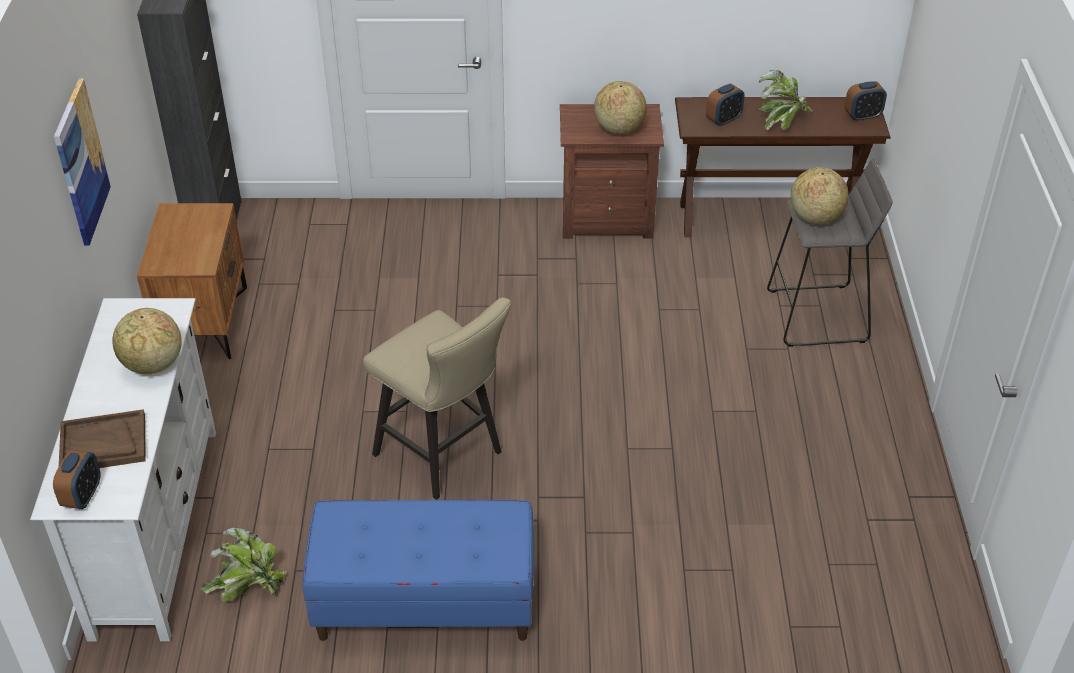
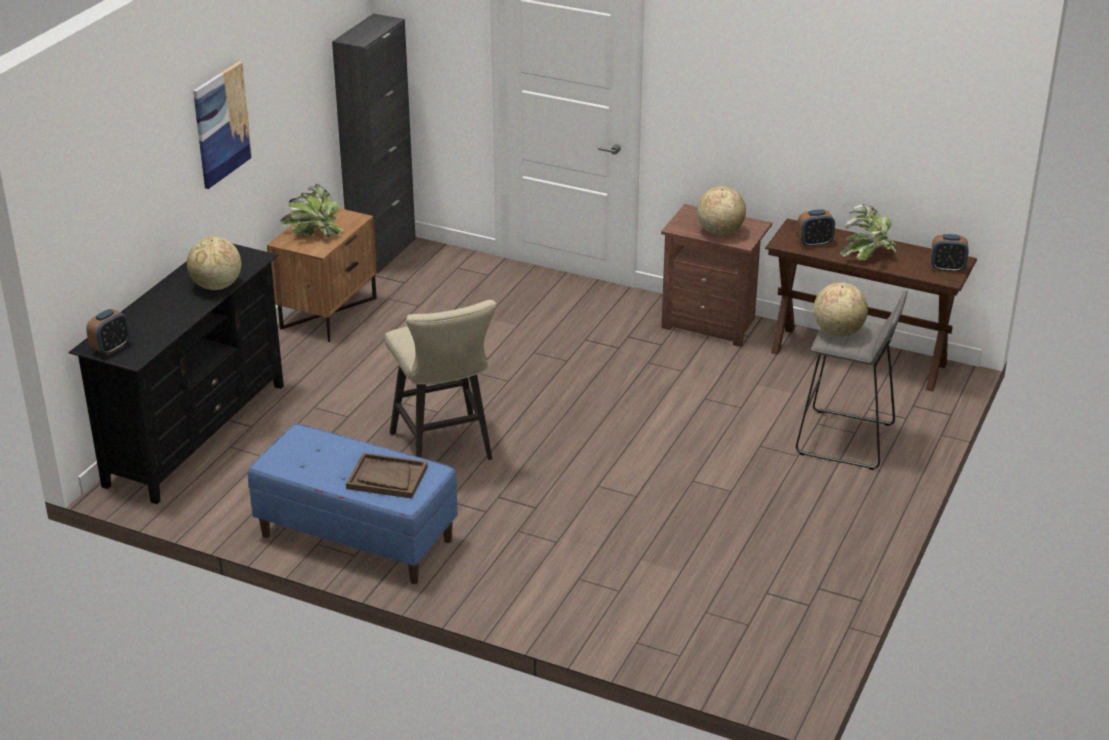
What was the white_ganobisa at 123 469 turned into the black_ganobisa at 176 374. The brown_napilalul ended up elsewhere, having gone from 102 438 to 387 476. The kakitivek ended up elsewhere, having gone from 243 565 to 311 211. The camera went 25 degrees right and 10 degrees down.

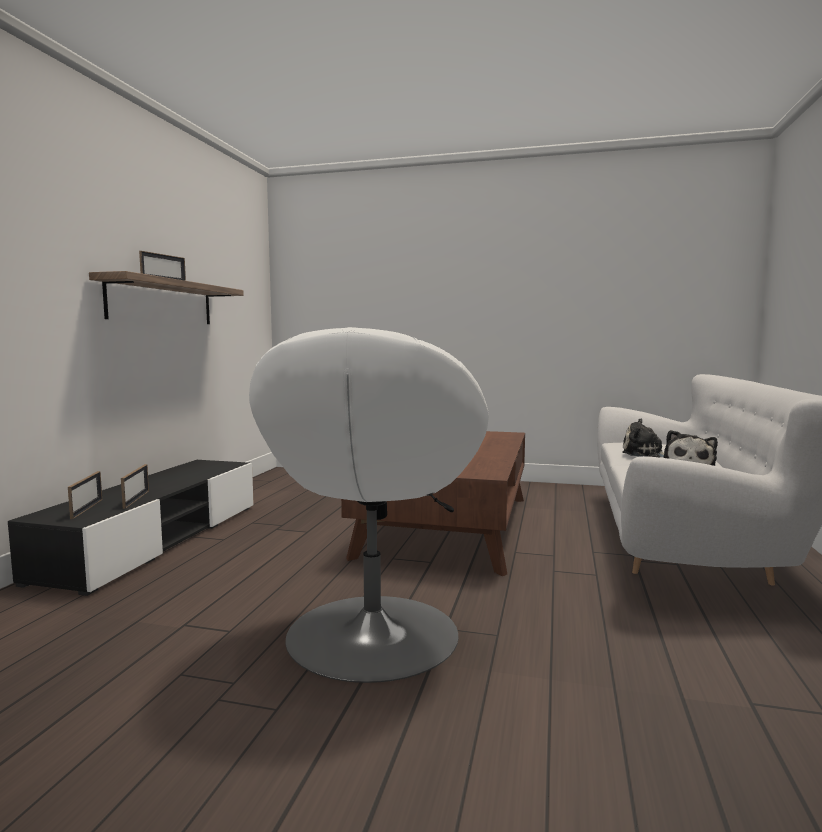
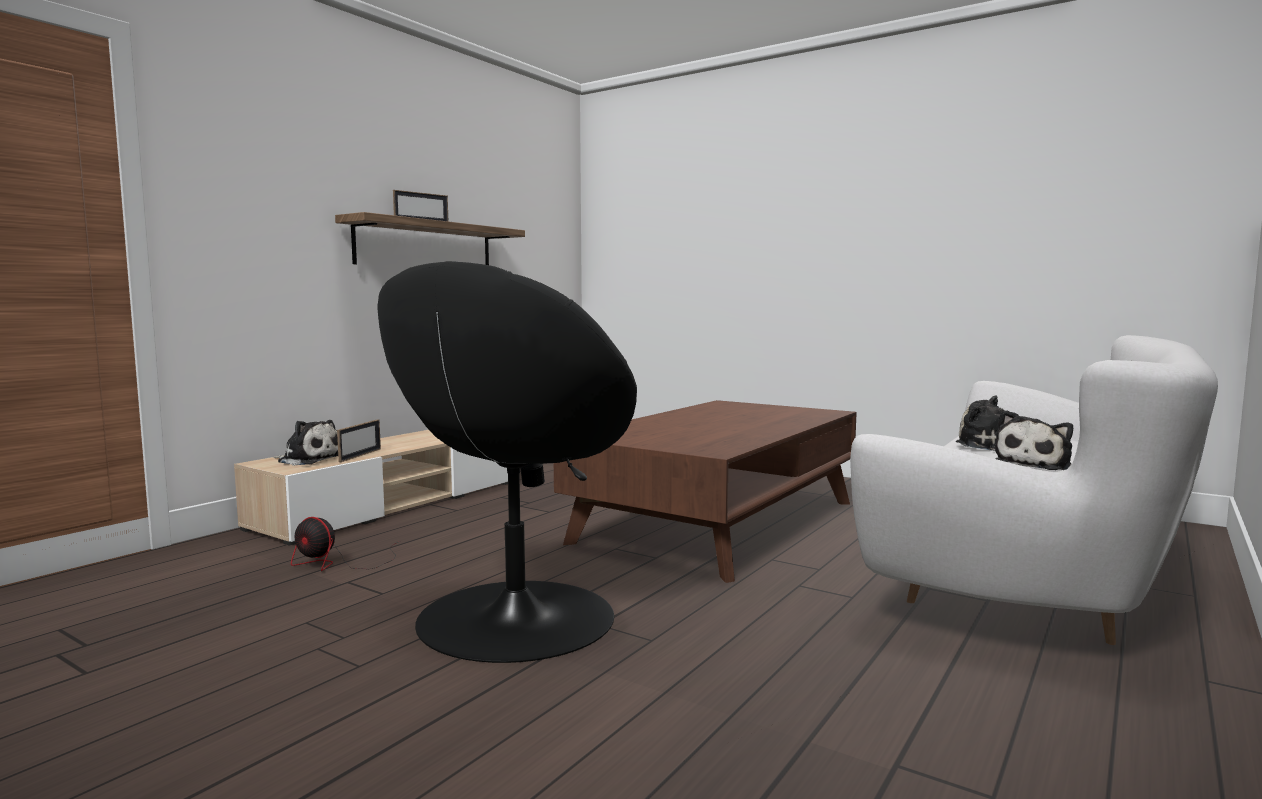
What was the black_ganobisa at 131 528 turned into the beige_ganobisa at 371 488. Where the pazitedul stood at 85 495, the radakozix came to stand at 305 442. What was the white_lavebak at 369 505 turned into the black_lavebak at 507 462. The second view gained the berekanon at 345 544. The camera went 20 degrees right and 0 degrees up.

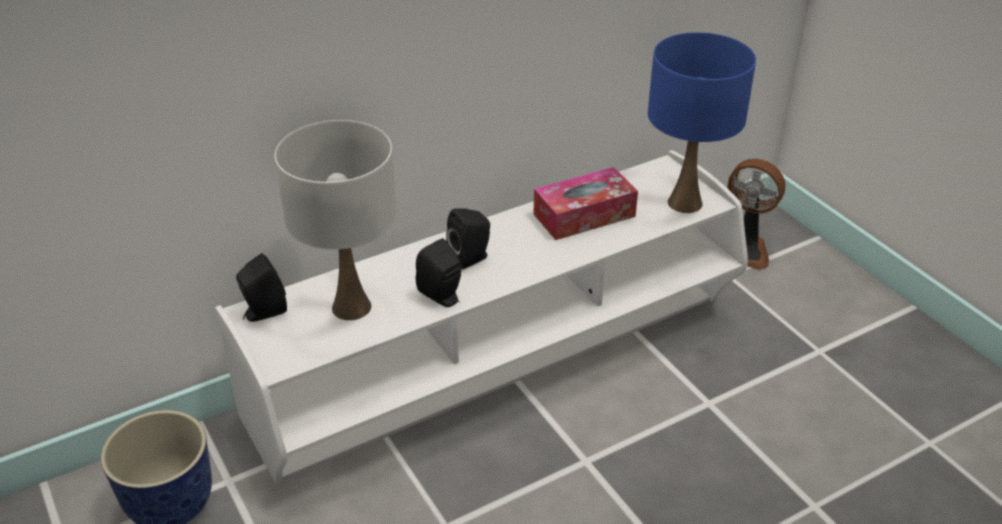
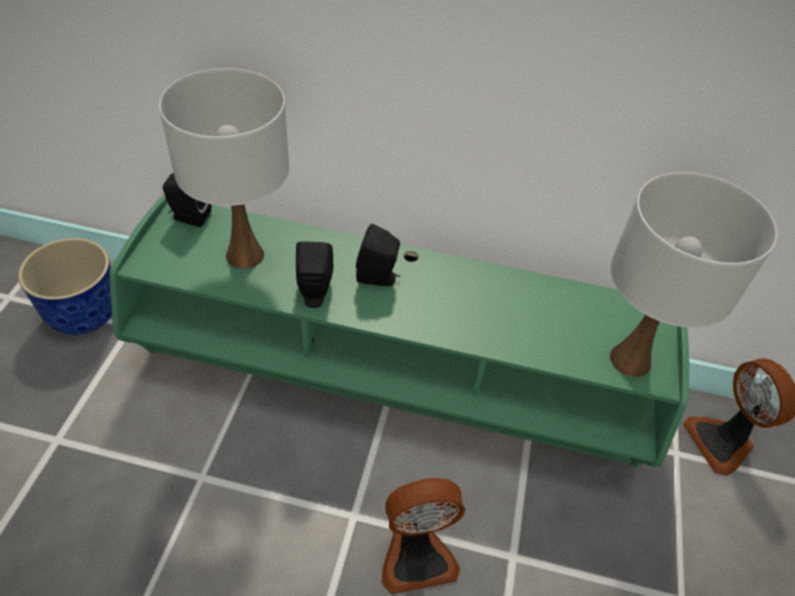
What was the white_ganobisa at 481 317 turned into the green_ganobisa at 399 330. The second view lost the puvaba at 585 203. What was the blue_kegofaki at 702 122 turned into the white_kegofaki at 693 274. The second view gained the berekanon at 423 536. The camera went 40 degrees right and 10 degrees up.

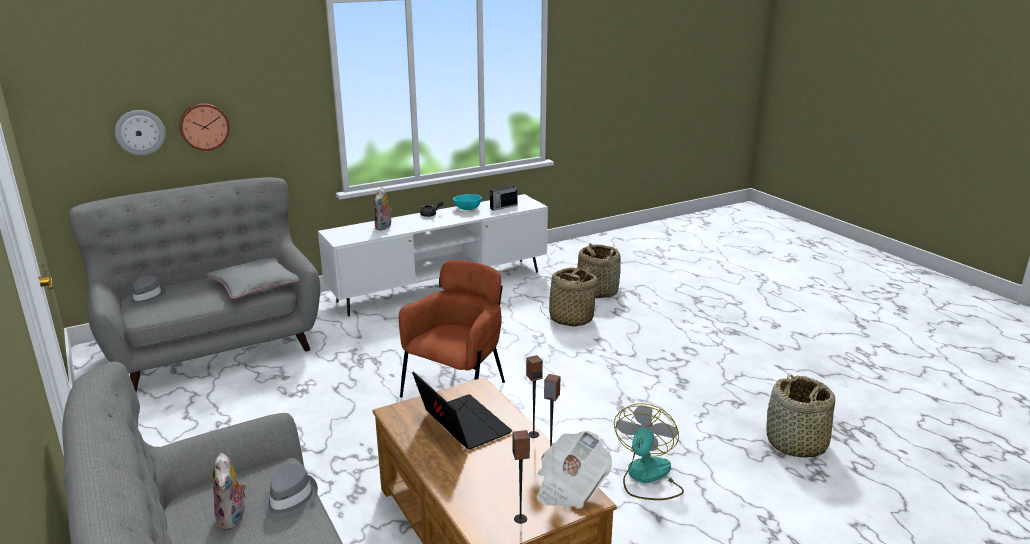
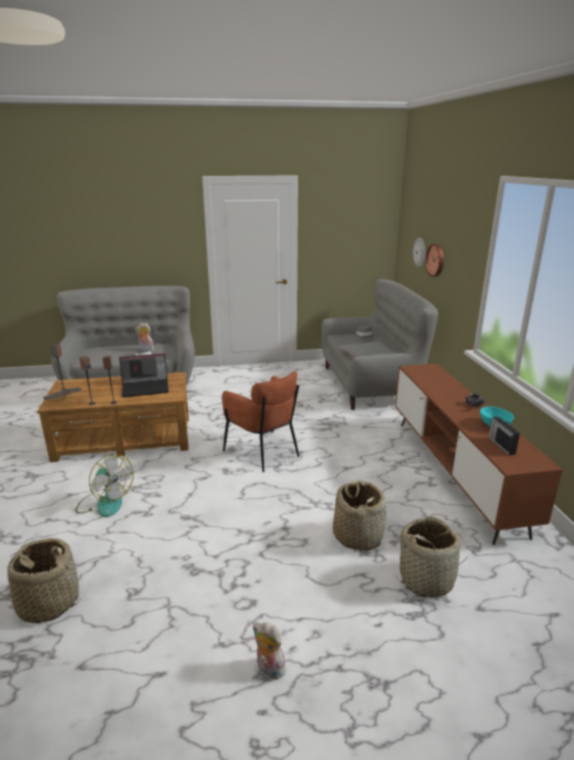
What was the white_ganobisa at 433 255 turned into the brown_ganobisa at 479 454. The radakozix ended up elsewhere, having gone from 383 209 to 269 651. The camera went 110 degrees right and 0 degrees up.

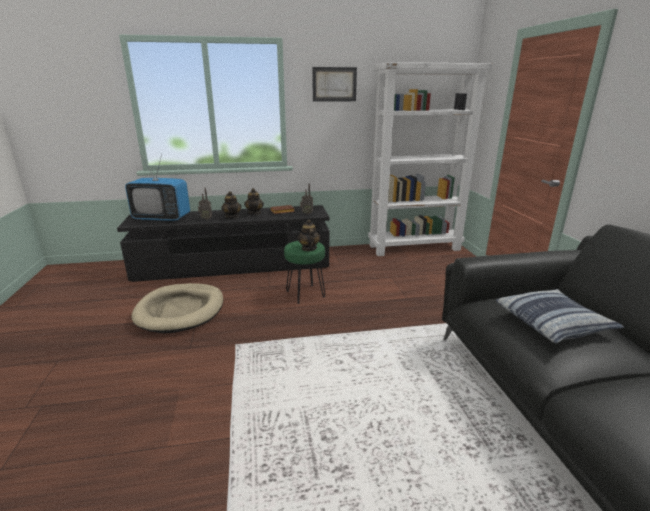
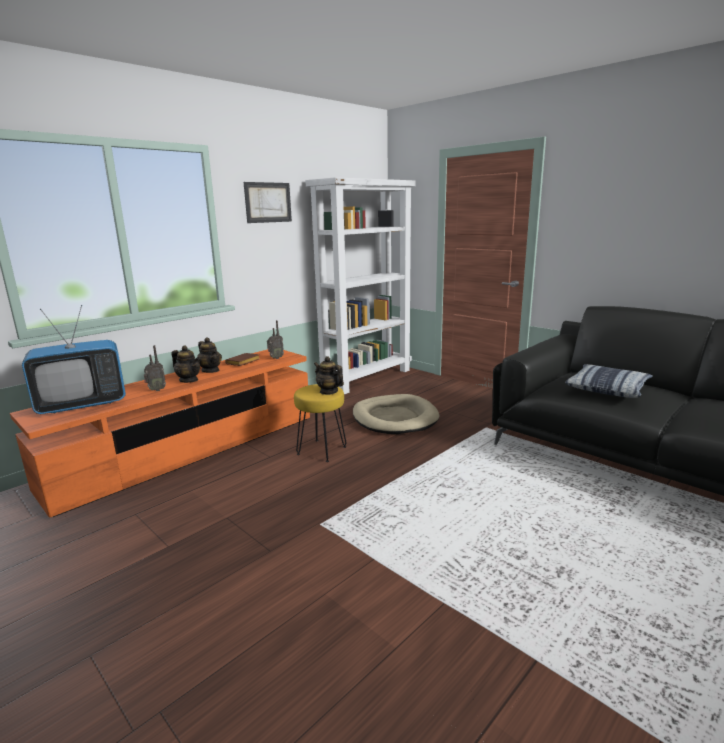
What was the black_ganobisa at 223 243 turned into the orange_ganobisa at 160 433. The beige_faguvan ended up elsewhere, having gone from 177 308 to 396 414. What was the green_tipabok at 304 272 turned into the yellow_tipabok at 320 423. The camera went 35 degrees left and 5 degrees down.

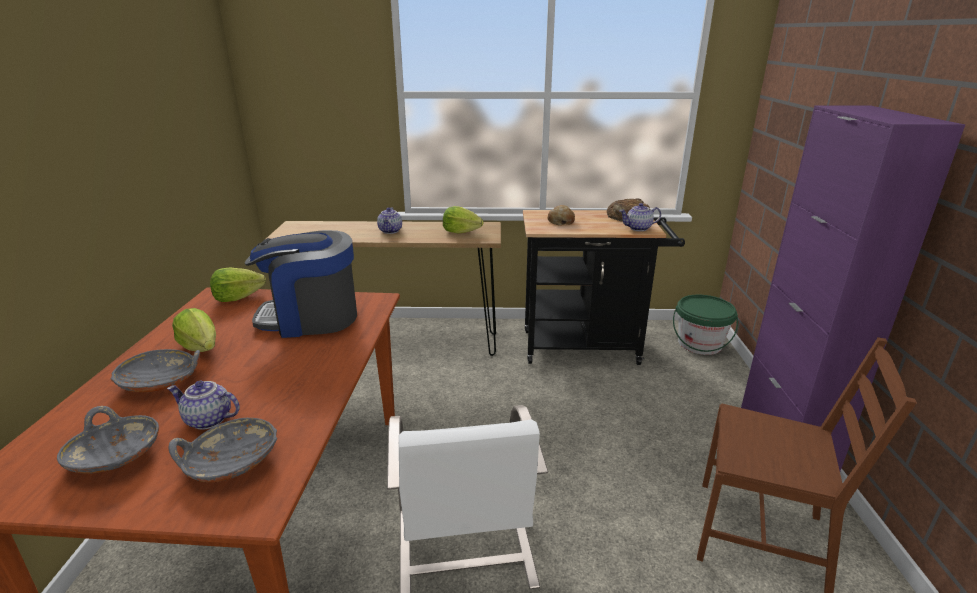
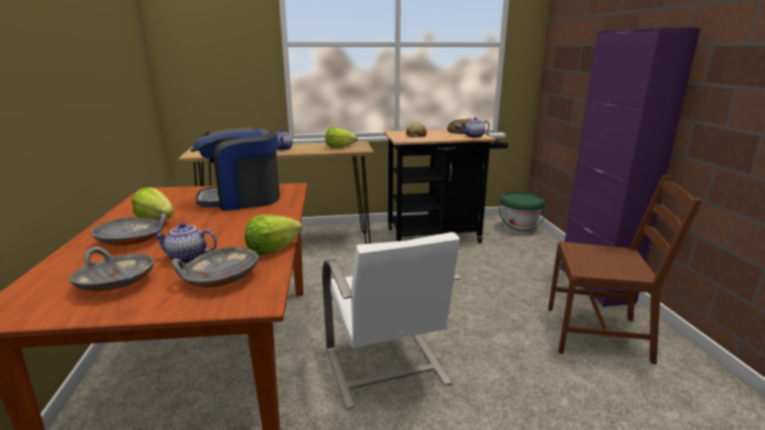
The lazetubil ended up elsewhere, having gone from 238 284 to 273 235. The camera went 10 degrees left and 5 degrees down.

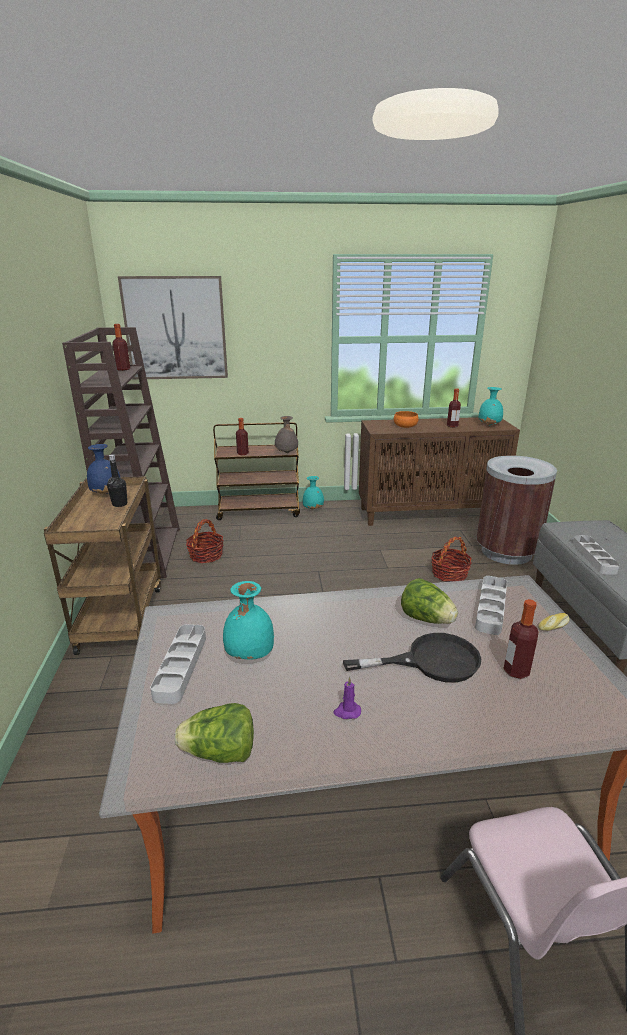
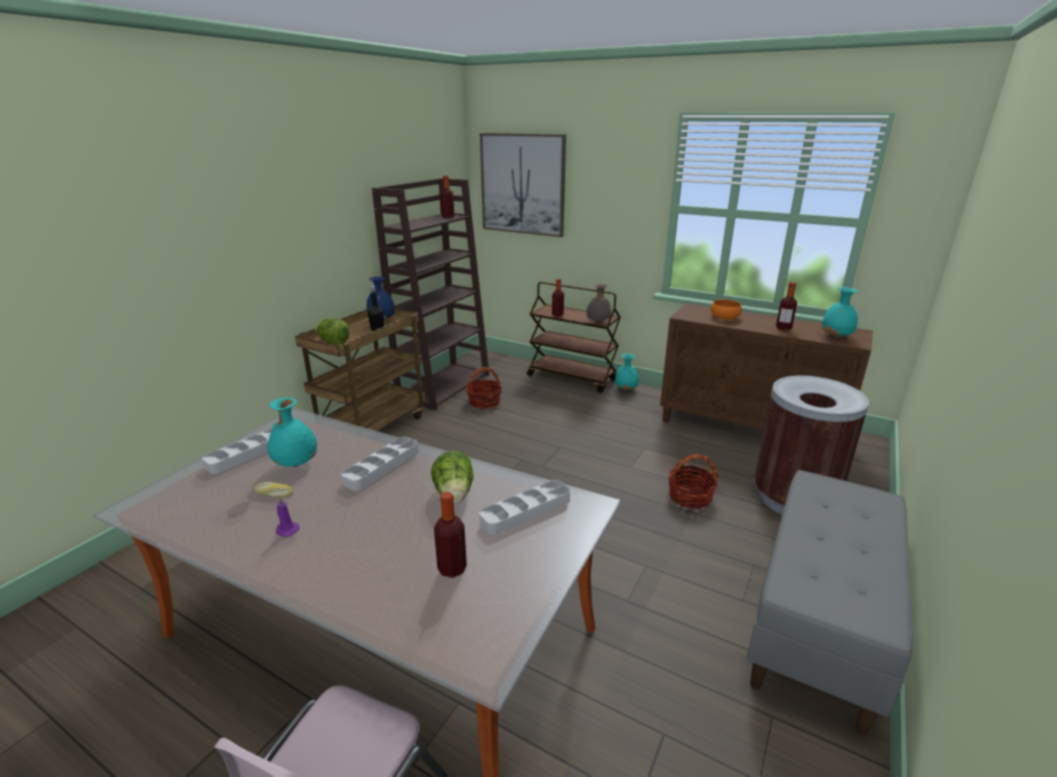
The lazetubil ended up elsewhere, having gone from 214 733 to 332 332. The second view lost the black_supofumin at 412 657. The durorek ended up elsewhere, having gone from 553 622 to 273 489. The grey_napilalul ended up elsewhere, having gone from 596 555 to 380 464. The camera went 35 degrees right and 0 degrees up.

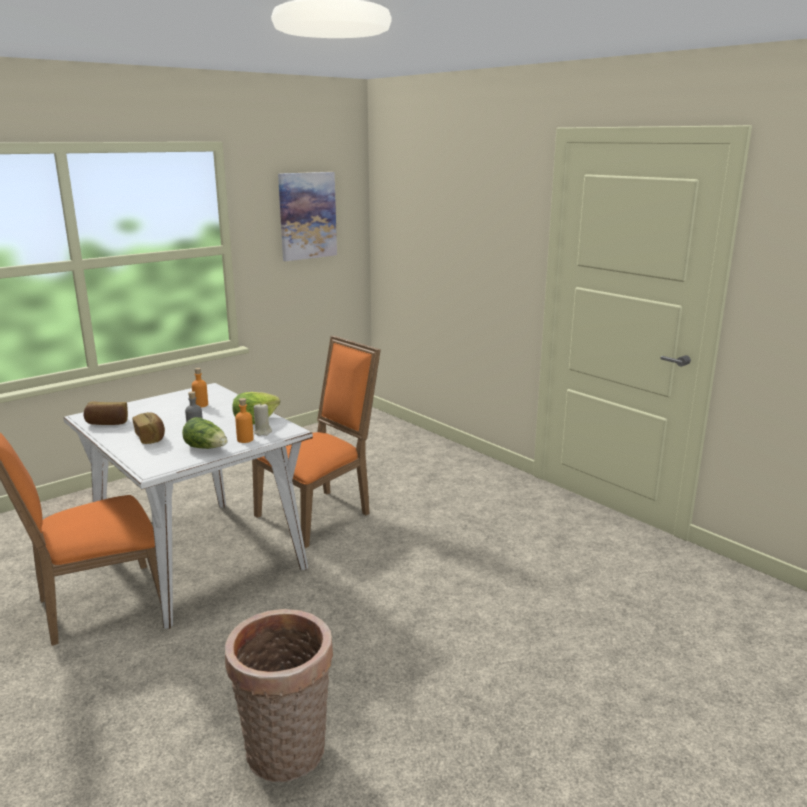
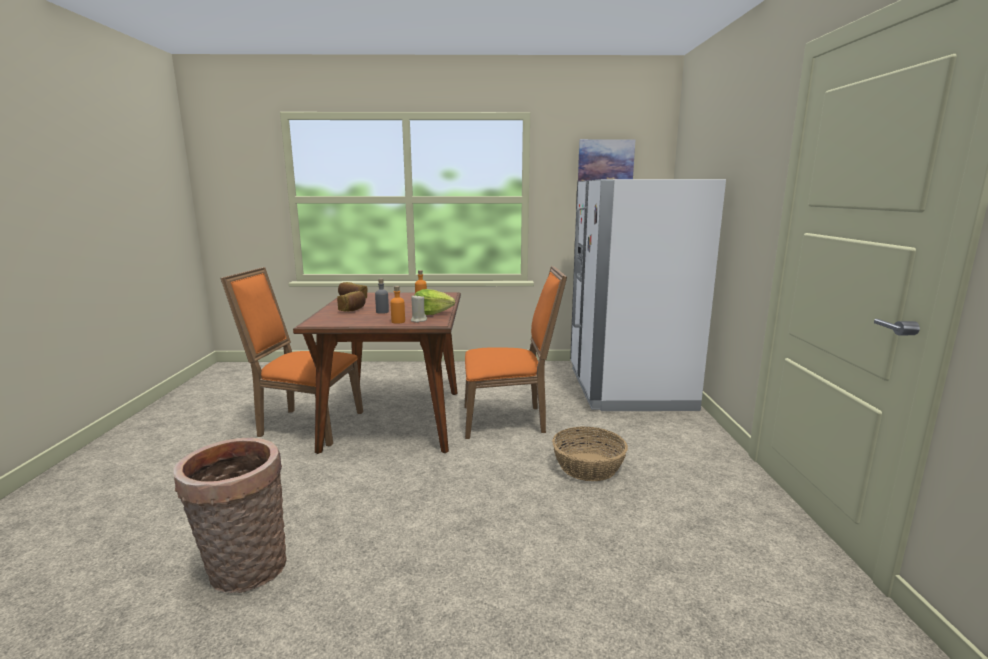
What was the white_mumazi at 188 506 turned into the brown_mumazi at 377 373. The second view lost the lazetubil at 204 433. The second view gained the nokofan at 590 454. The second view gained the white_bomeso at 648 295. The camera went 40 degrees right and 5 degrees down.

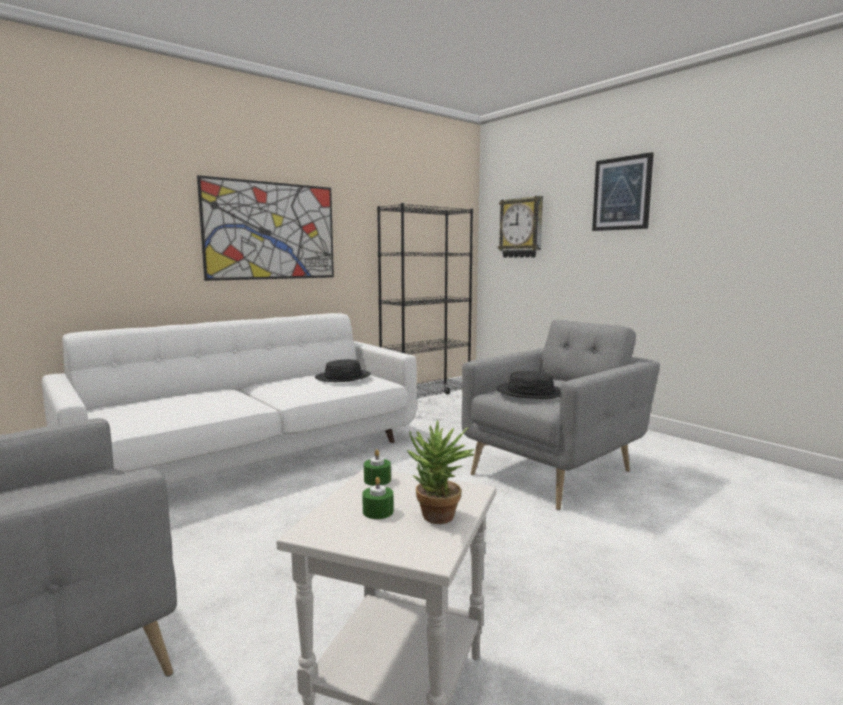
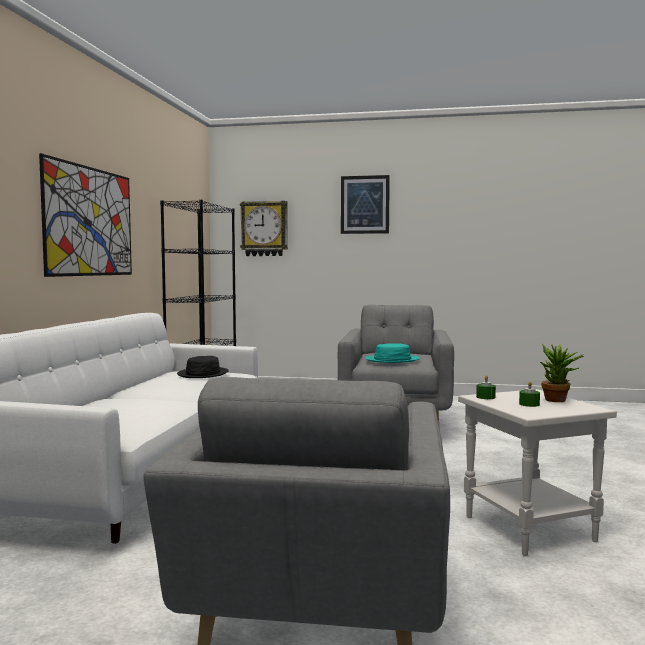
What was the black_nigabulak at 528 385 turned into the turquoise_nigabulak at 392 353. The camera went 40 degrees left and 5 degrees down.

